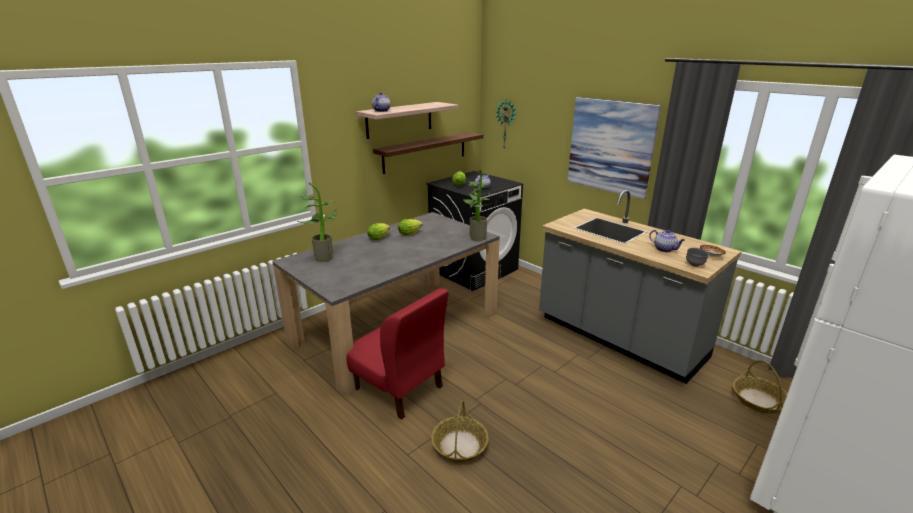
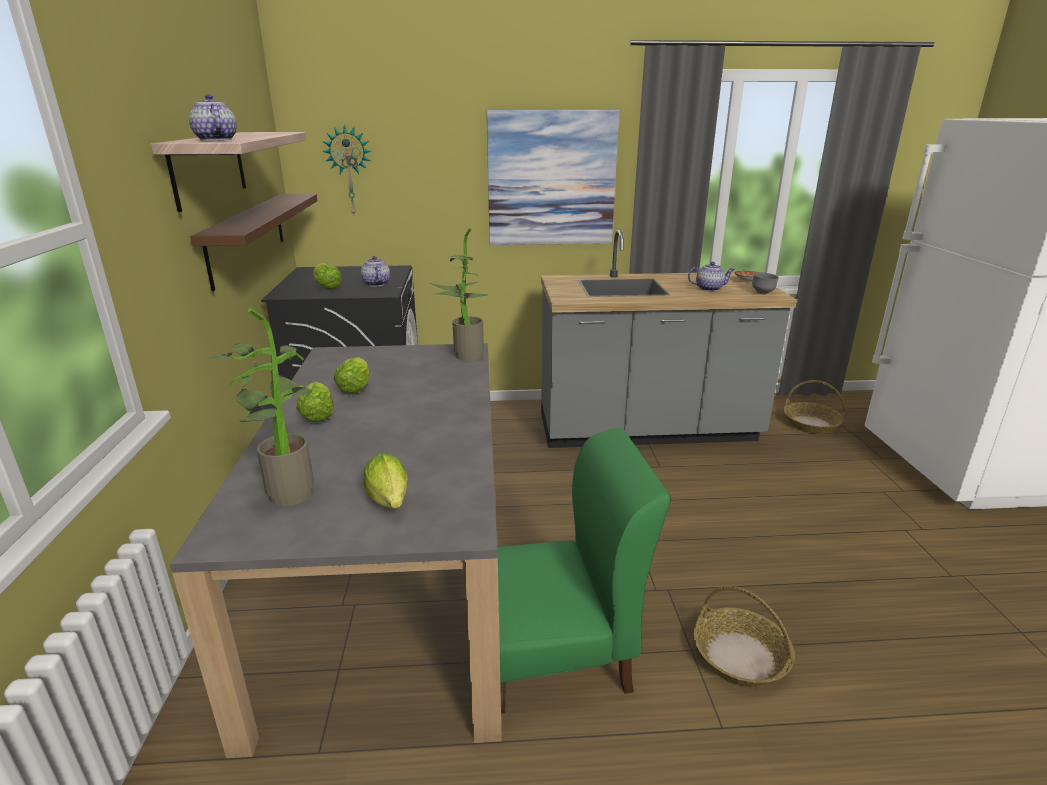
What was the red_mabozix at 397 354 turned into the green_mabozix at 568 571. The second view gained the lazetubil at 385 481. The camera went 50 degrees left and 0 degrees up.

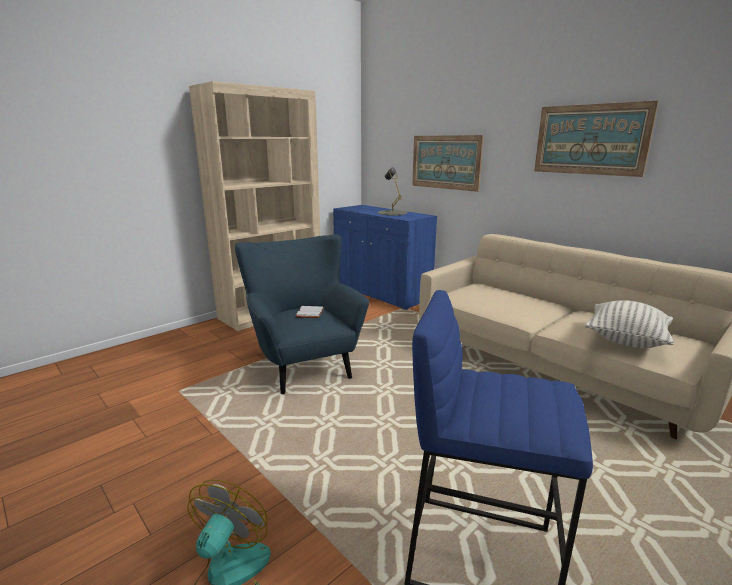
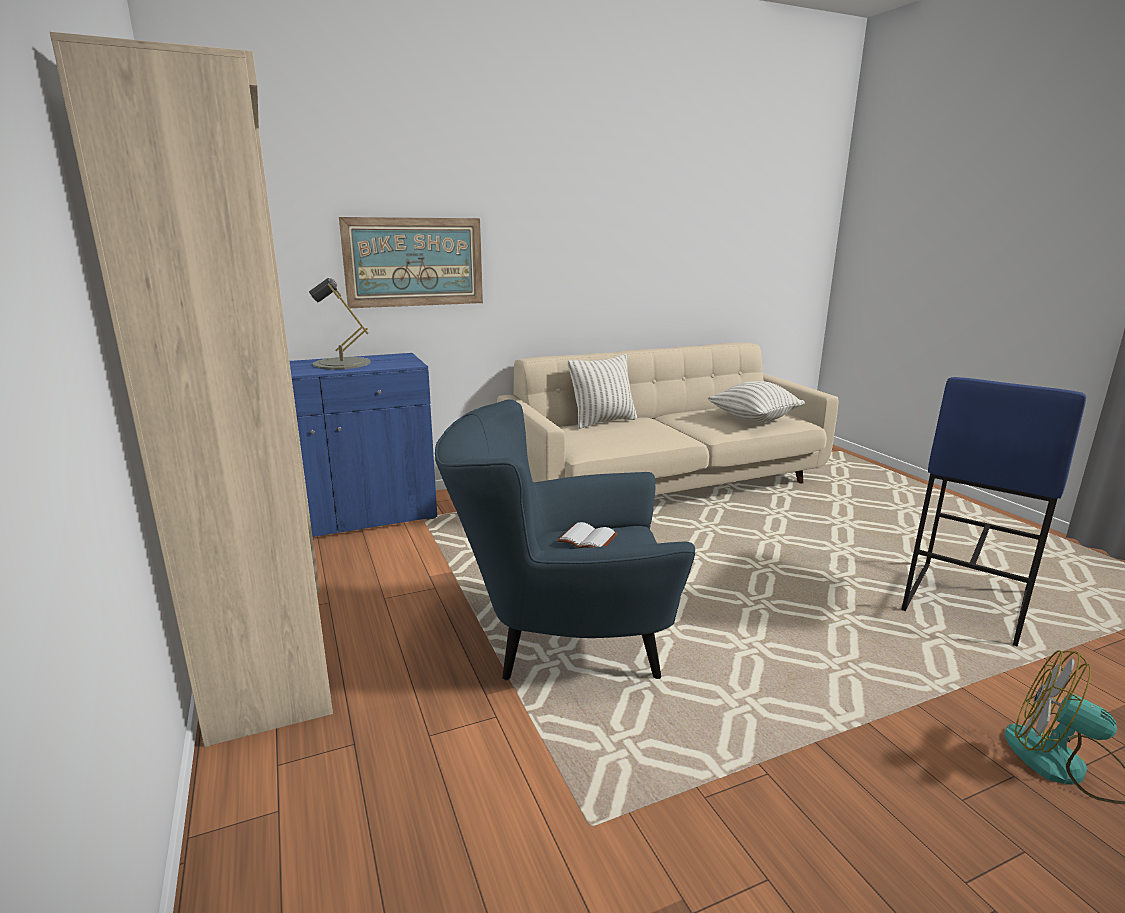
The second view lost the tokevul at 596 139. The second view gained the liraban at 602 391. The camera went 70 degrees left and 0 degrees up.

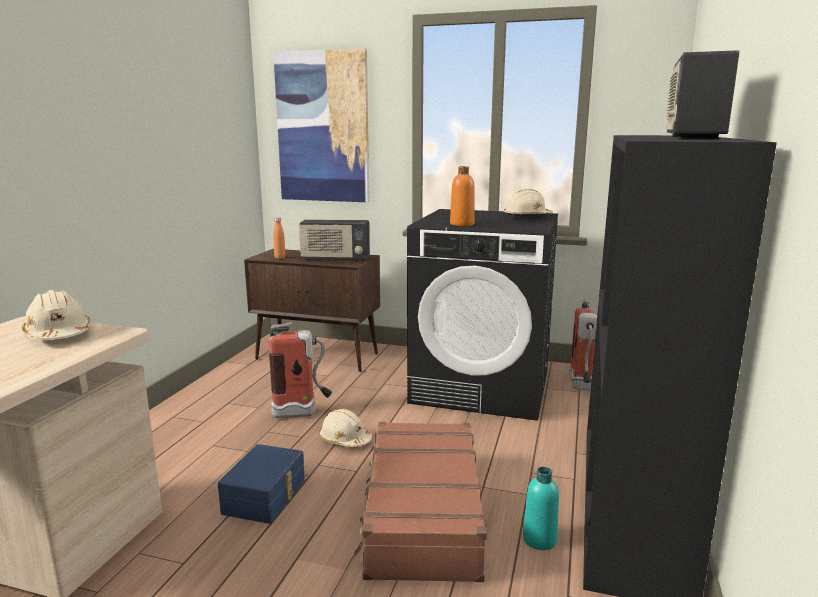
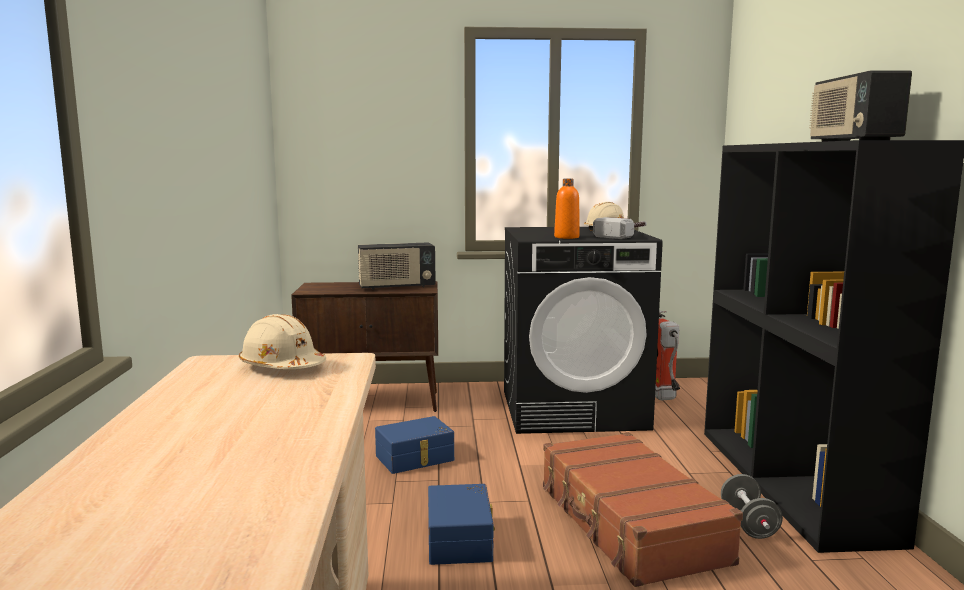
Where the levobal stood at 300 370, the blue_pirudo came to stand at 414 445. The second view lost the tokevul at 321 125. The second view lost the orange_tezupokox at 279 238. The second view lost the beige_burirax at 345 428. Where the turquoise_tezupokox stood at 541 508, the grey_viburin came to stand at 752 506. The second view gained the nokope at 620 228. The camera went 20 degrees left and 5 degrees down.

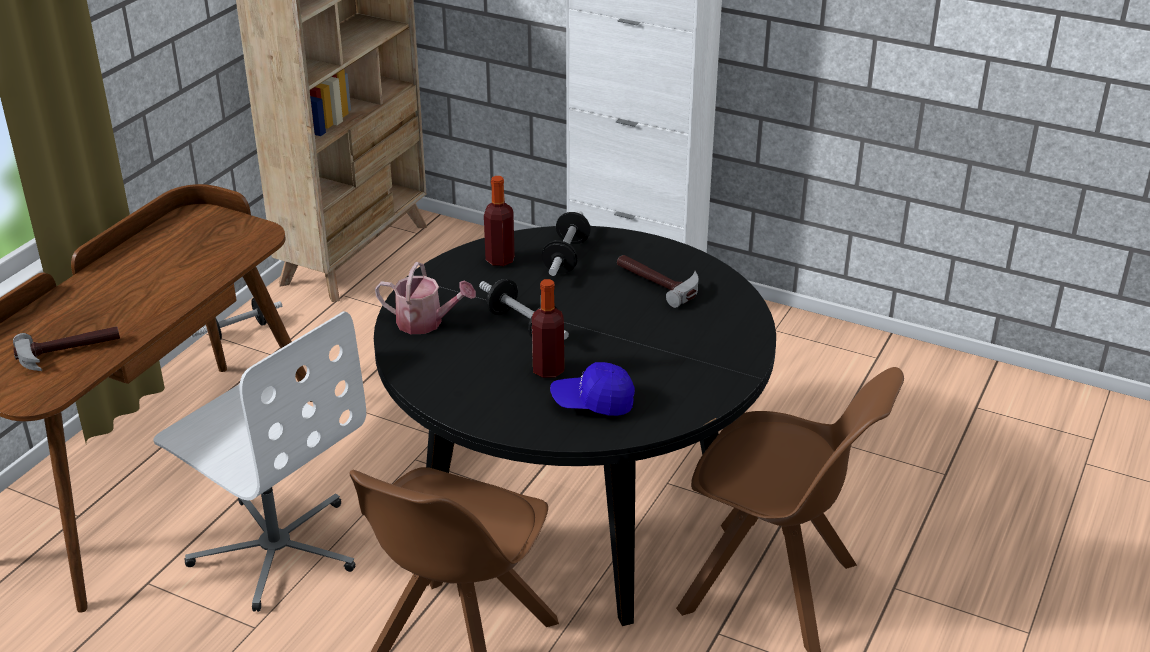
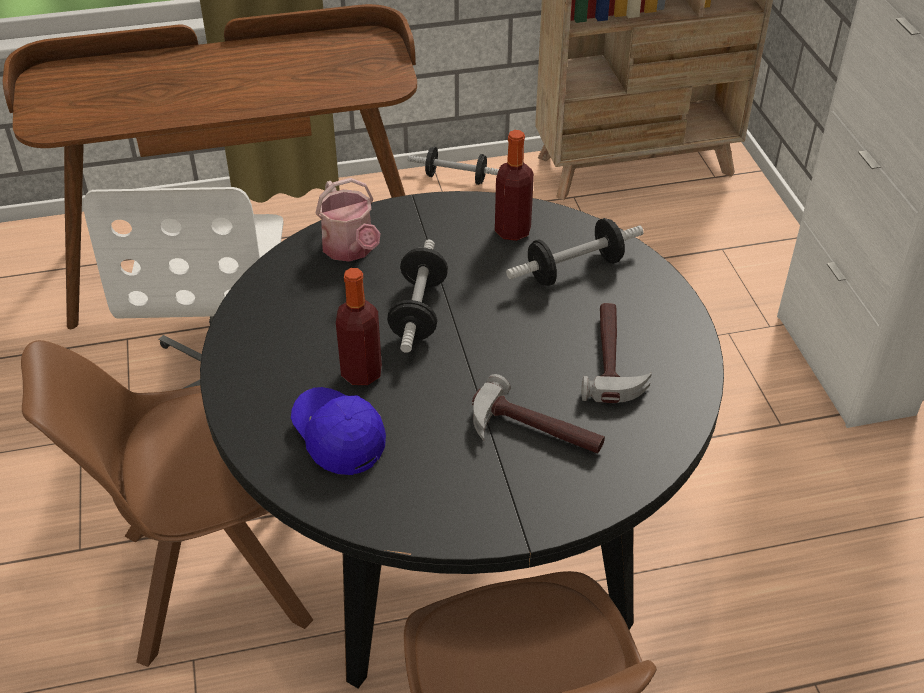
The nokope ended up elsewhere, having gone from 66 348 to 538 414. The camera went 50 degrees right and 10 degrees up.

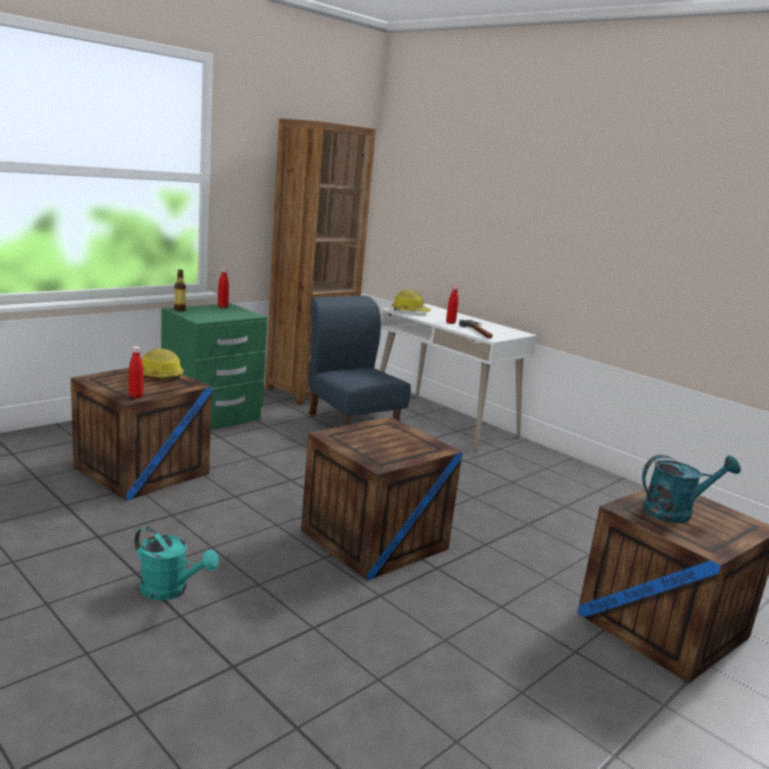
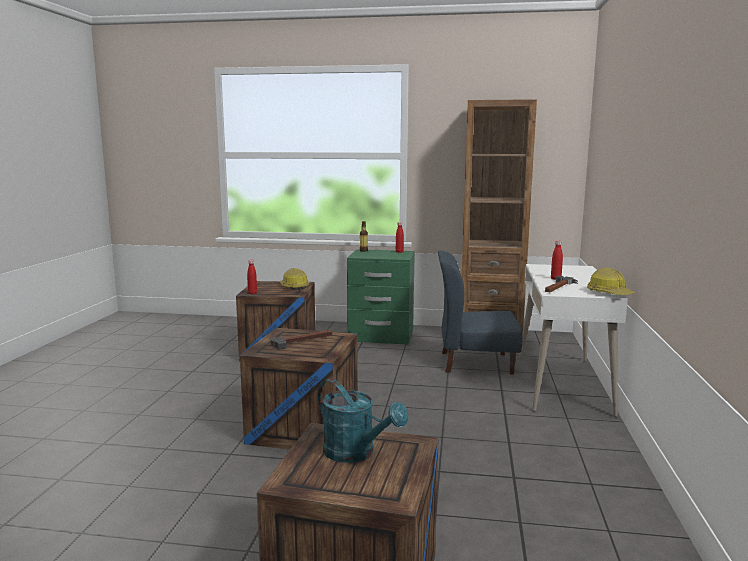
The second view lost the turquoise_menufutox at 176 563. The blue_mabozix at 360 361 ended up facing another way, 105 degrees counterclockwise from before. The burirax ended up elsewhere, having gone from 411 301 to 611 281. The second view gained the nokope at 301 340. The camera went 55 degrees right and 5 degrees down.

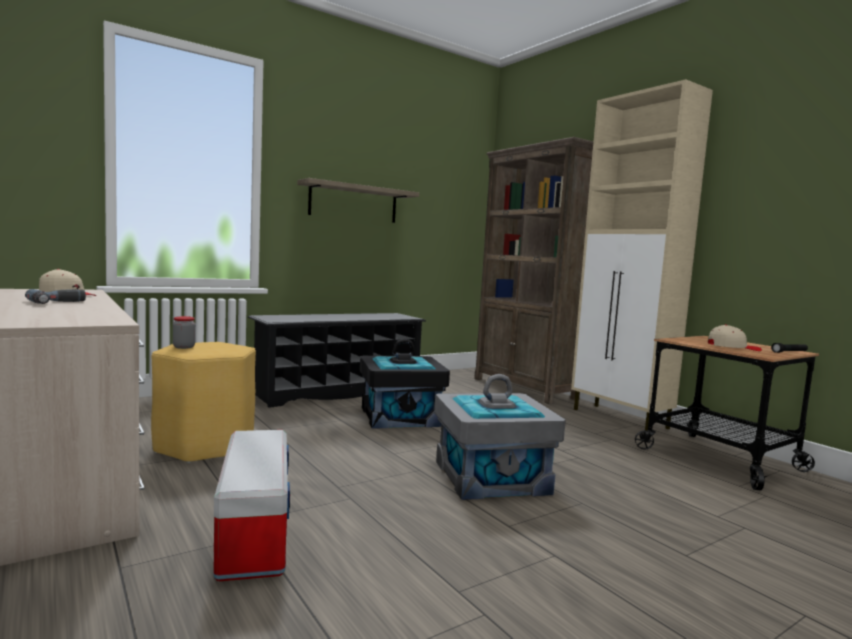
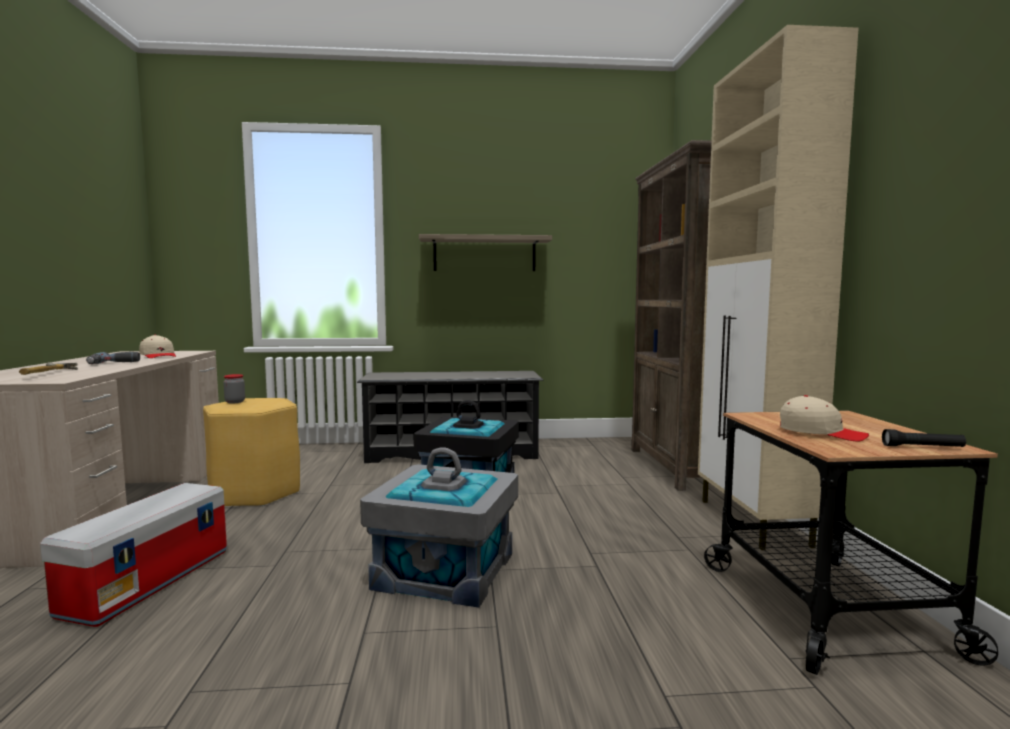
The second view gained the nokope at 48 368. The camera went 30 degrees right and 0 degrees up.

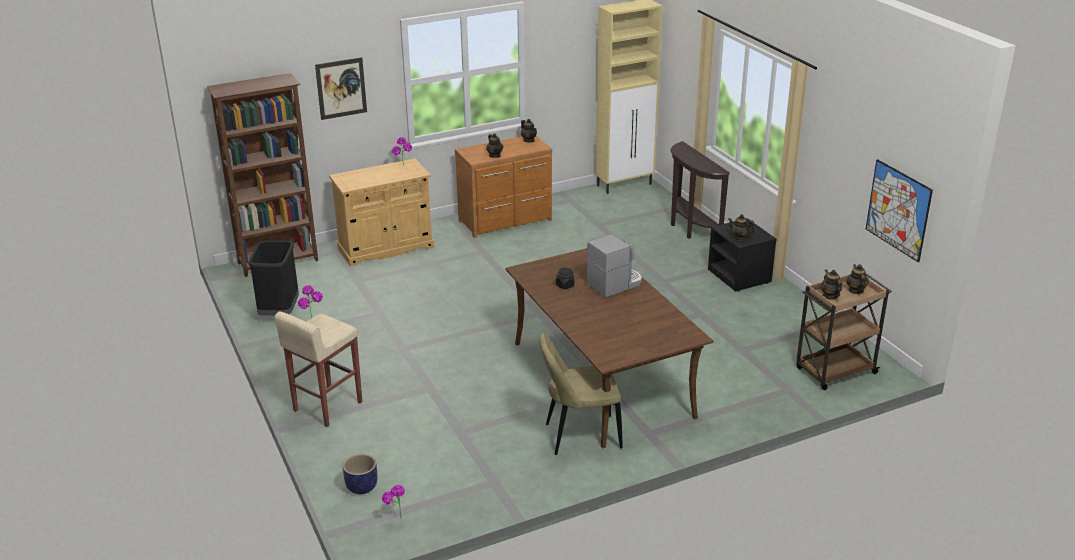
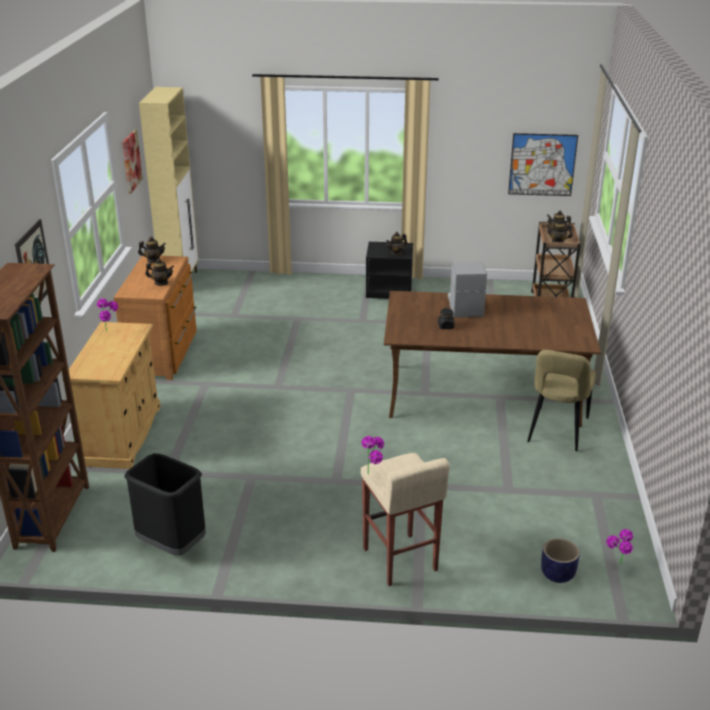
The second view lost the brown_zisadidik at 700 190. The second view gained the tokevul at 132 161. The camera went 60 degrees left and 0 degrees up.

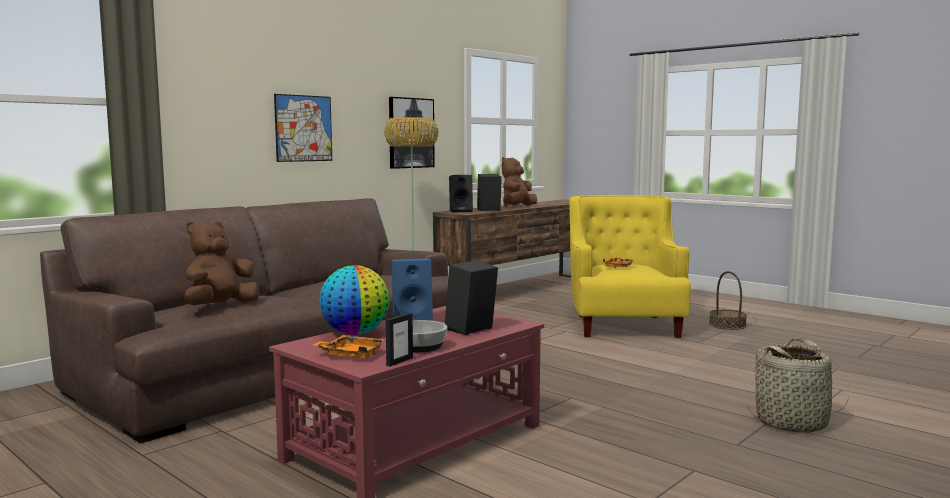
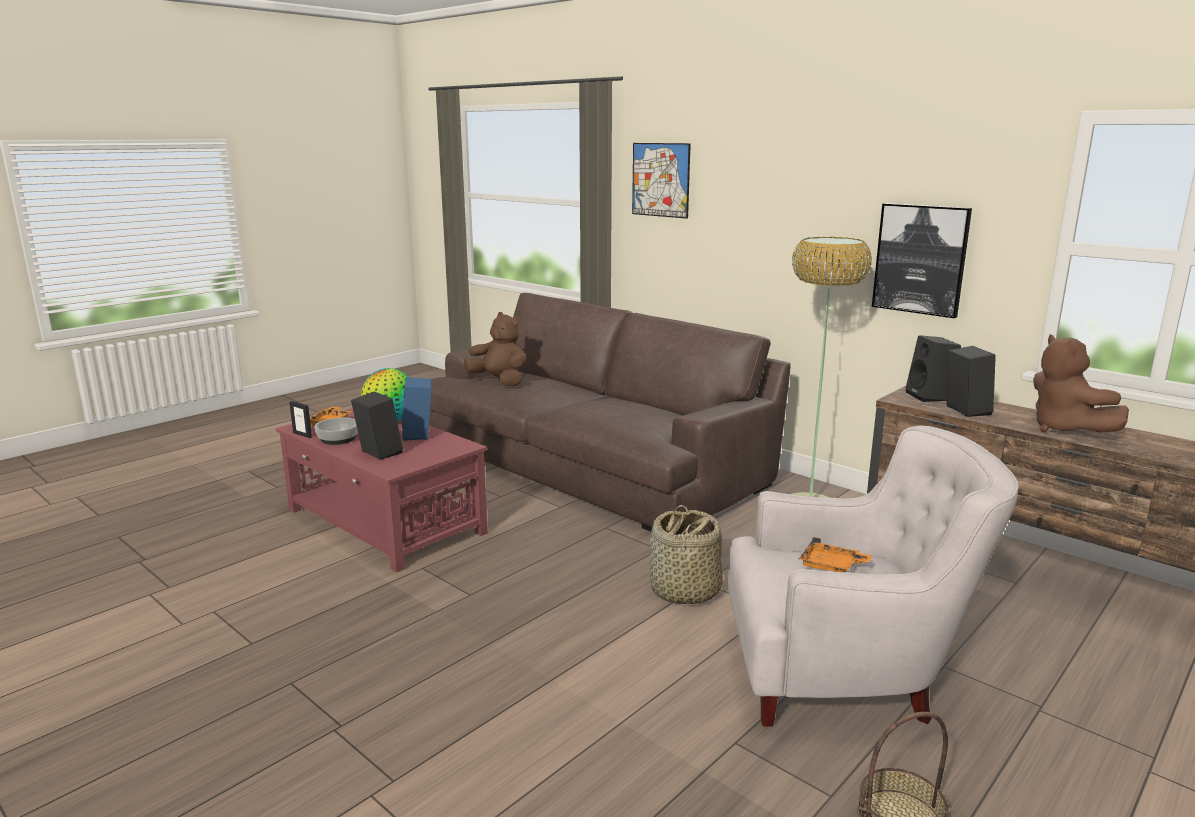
The tokevul ended up elsewhere, having gone from 303 128 to 661 181. The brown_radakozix at 519 181 ended up facing another way, 135 degrees counterclockwise from before. What was the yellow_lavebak at 630 266 turned into the white_lavebak at 873 576. The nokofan ended up elsewhere, having gone from 798 385 to 686 554. The camera went 90 degrees right and 10 degrees up.

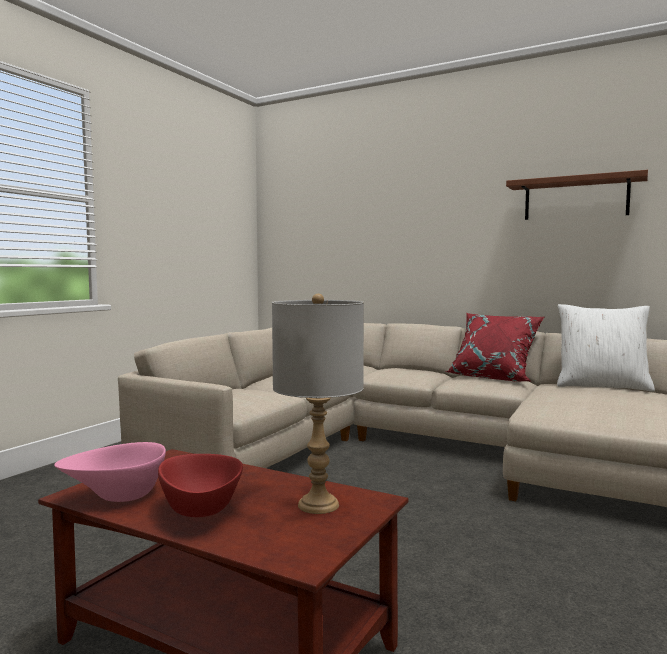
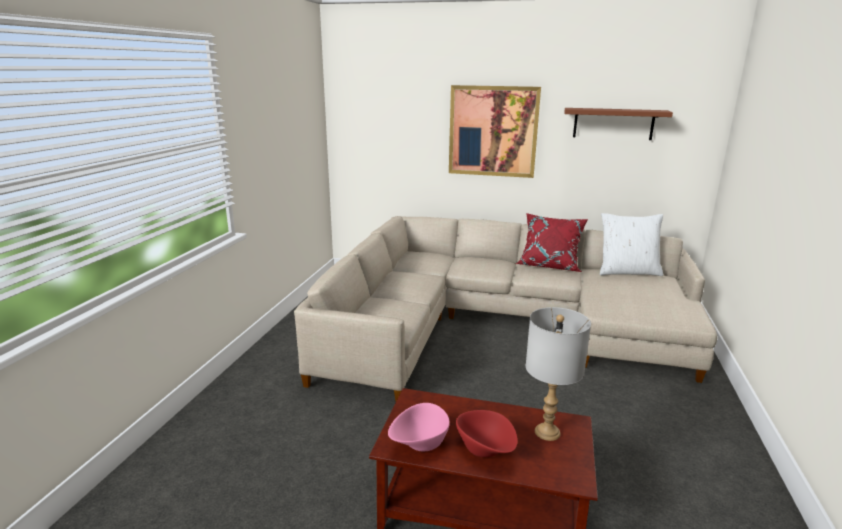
The second view gained the tokevul at 495 131. The camera went 15 degrees left and 15 degrees up.

